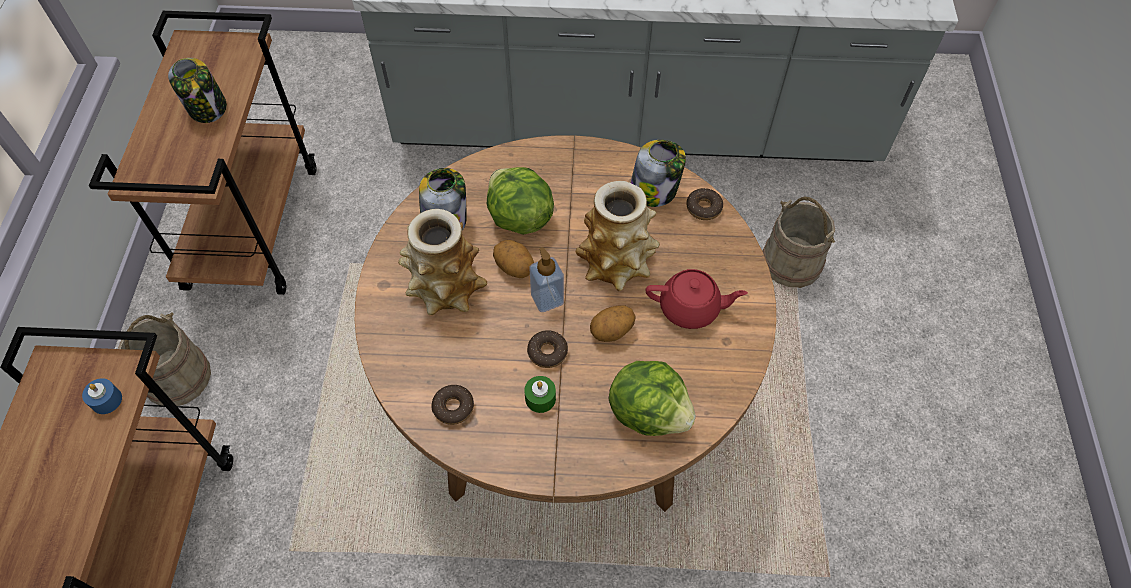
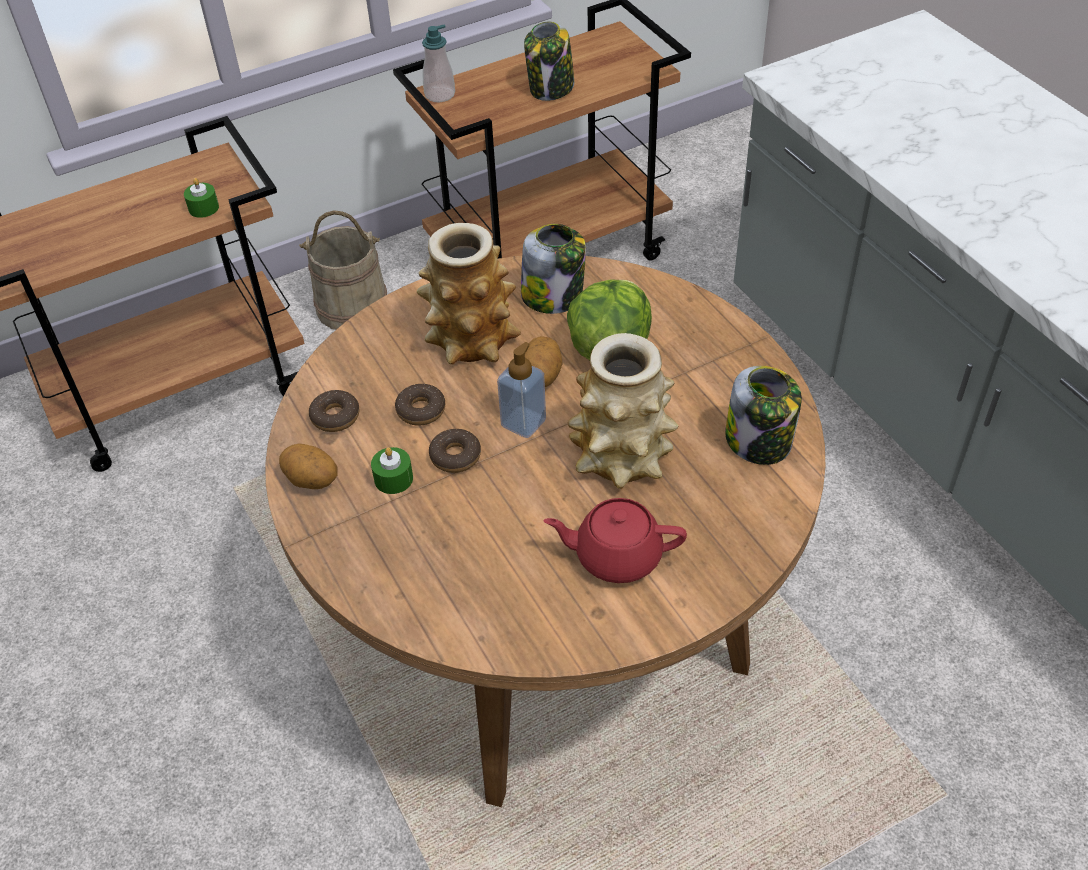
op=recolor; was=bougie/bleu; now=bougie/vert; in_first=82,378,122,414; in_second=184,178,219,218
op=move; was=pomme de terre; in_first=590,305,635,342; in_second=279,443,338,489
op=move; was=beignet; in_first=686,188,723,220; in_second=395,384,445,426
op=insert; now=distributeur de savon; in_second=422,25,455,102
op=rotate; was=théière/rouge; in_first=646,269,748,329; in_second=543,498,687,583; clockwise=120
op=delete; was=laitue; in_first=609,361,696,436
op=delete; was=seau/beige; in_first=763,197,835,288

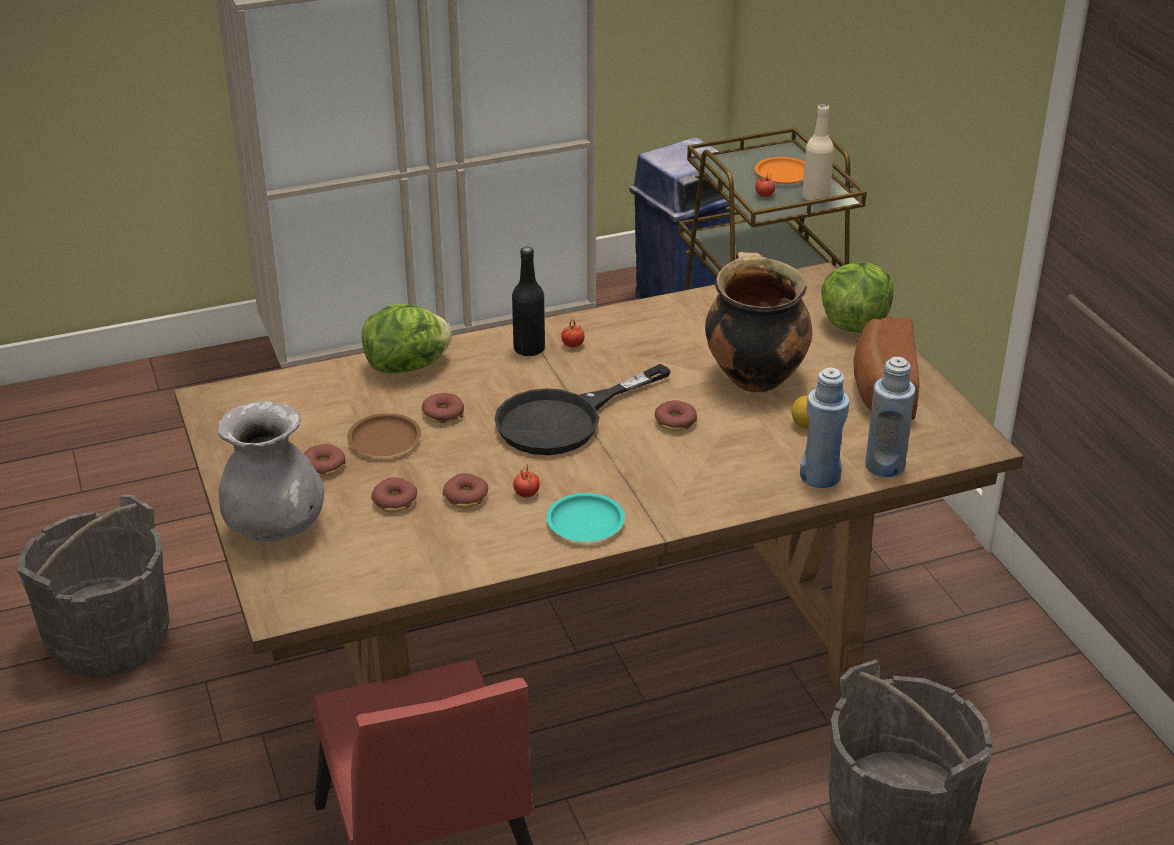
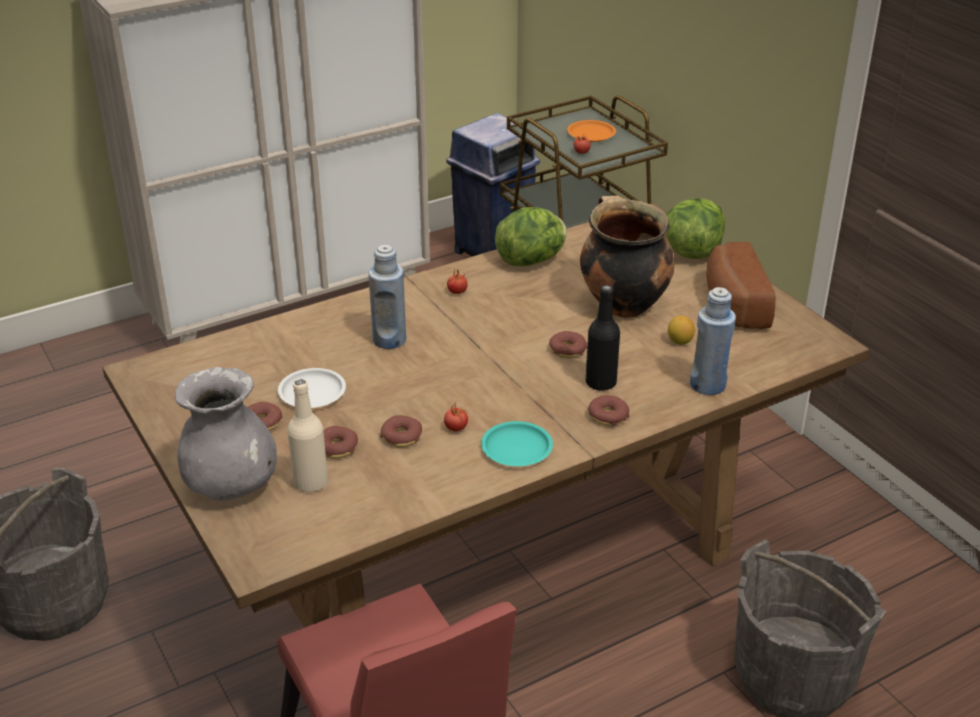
op=recolor; was=assiette/marron; now=assiette/blanc; in_first=347,413,421,456; in_second=278,368,346,408
op=move; was=bouteille/beige; in_first=802,104,834,201; in_second=287,379,328,492
op=move; was=bouteille/bleu; in_first=865,357,916,477; in_second=368,245,406,349
op=move; was=laitue; in_first=362,304,452,373; in_second=495,207,567,266
op=move; was=bouteille/noir; in_first=512,247,545,357; in_second=586,285,620,391
op=move; was=beignet; in_first=422,393,464,423; in_second=588,395,629,426
op=delete; was=poêle/noir; in_first=494,364,671,455

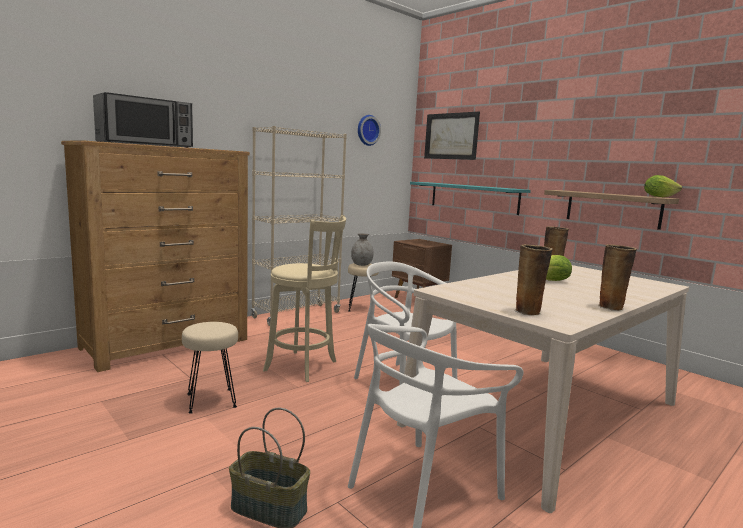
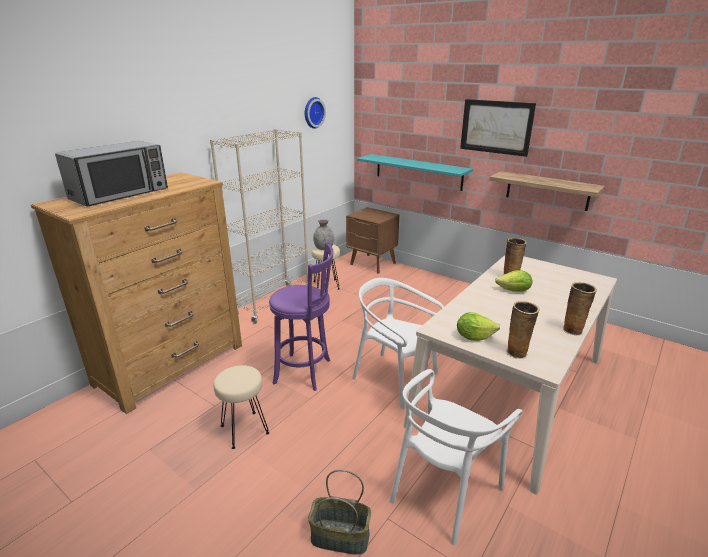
op=recolor; was=tabouret/beige; now=tabouret/violet; in_first=263,215,346,382; in_second=269,242,334,391
op=move; was=laitue; in_first=644,175,682,197; in_second=457,312,500,341
op=move; was=tableau; in_first=424,112,480,160; in_second=460,99,536,157

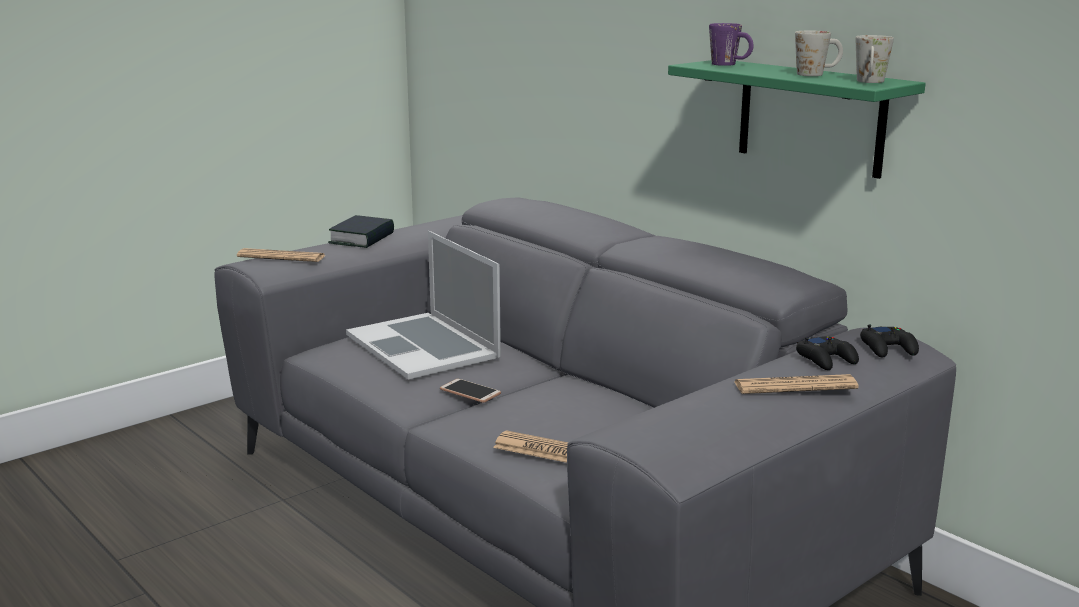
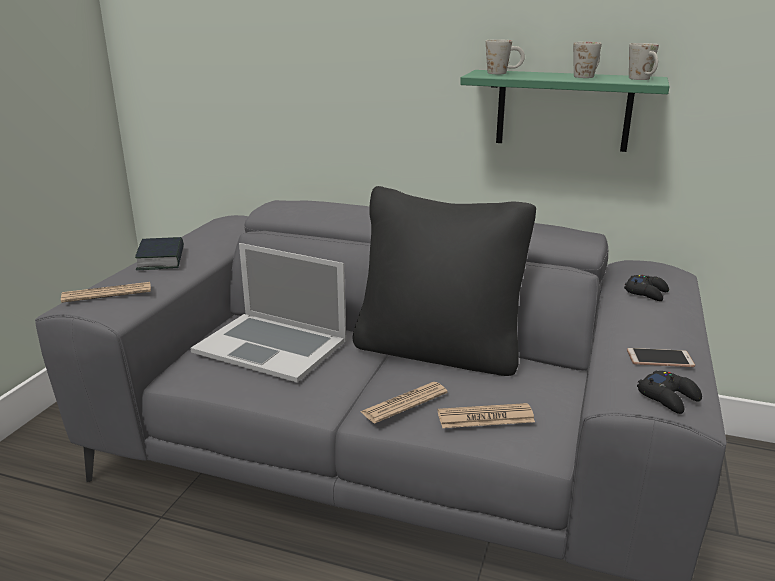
op=insert; now=coussin/noir; in_second=353,186,536,376
op=move; was=journal; in_first=733,374,859,394; in_second=360,382,448,423
op=recolor; was=mug/violet; now=mug/blanc; in_first=709,23,754,66; in_second=486,39,525,74
op=move; was=téléphone; in_first=440,379,501,403; in_second=627,348,695,367
op=move; was=manette/noir; in_first=860,325,919,358; in_second=637,370,702,414

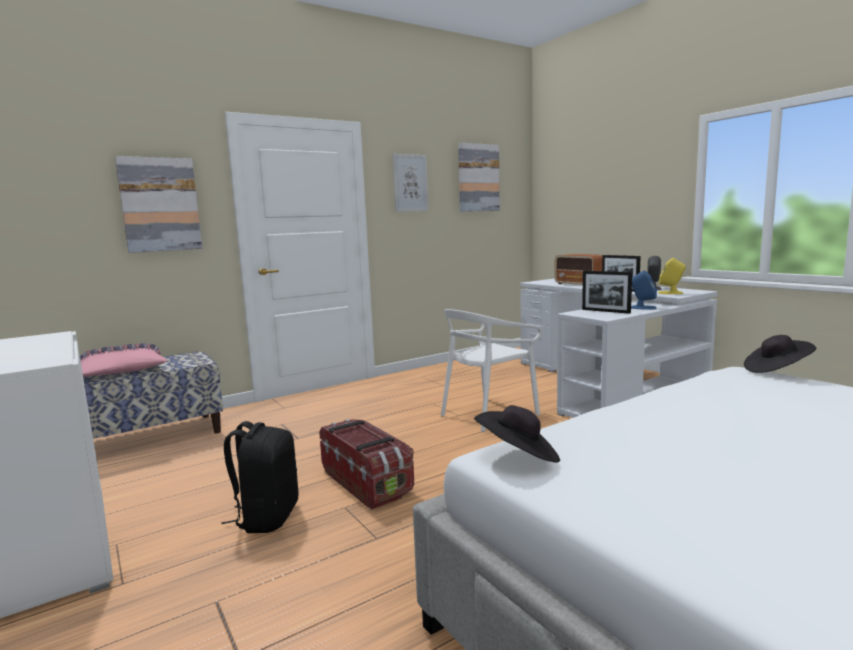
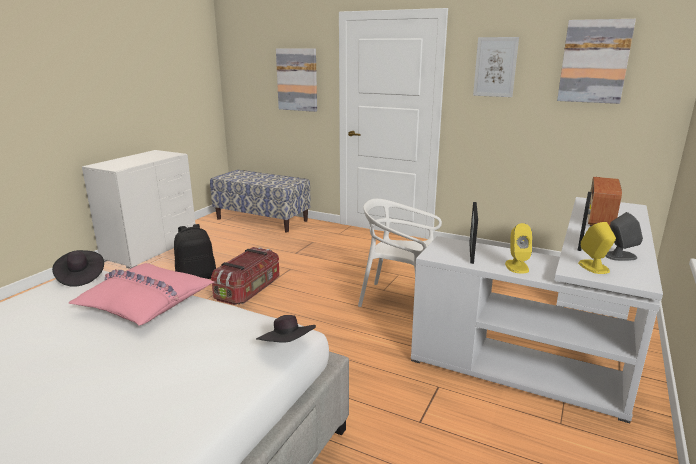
op=move; was=coussin/rose; in_first=80,343,167,377; in_second=69,263,214,326
op=recolor; was=enceinte/bleu; now=enceinte/jaune; in_first=631,270,657,310; in_second=505,223,532,273

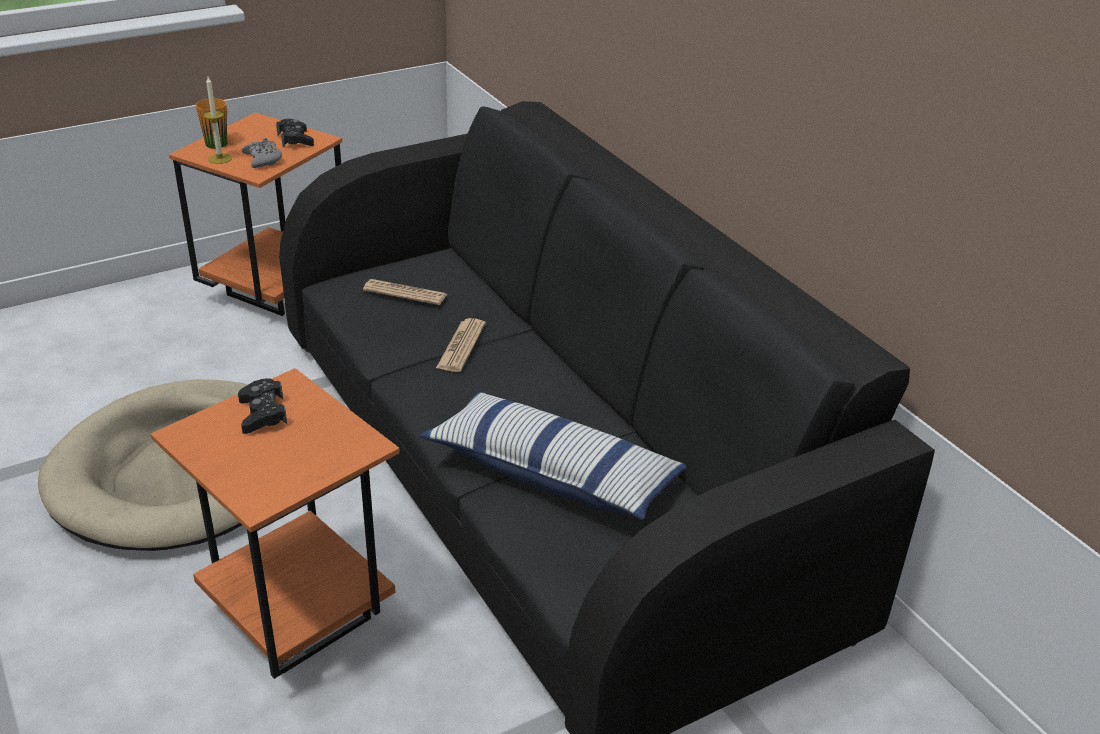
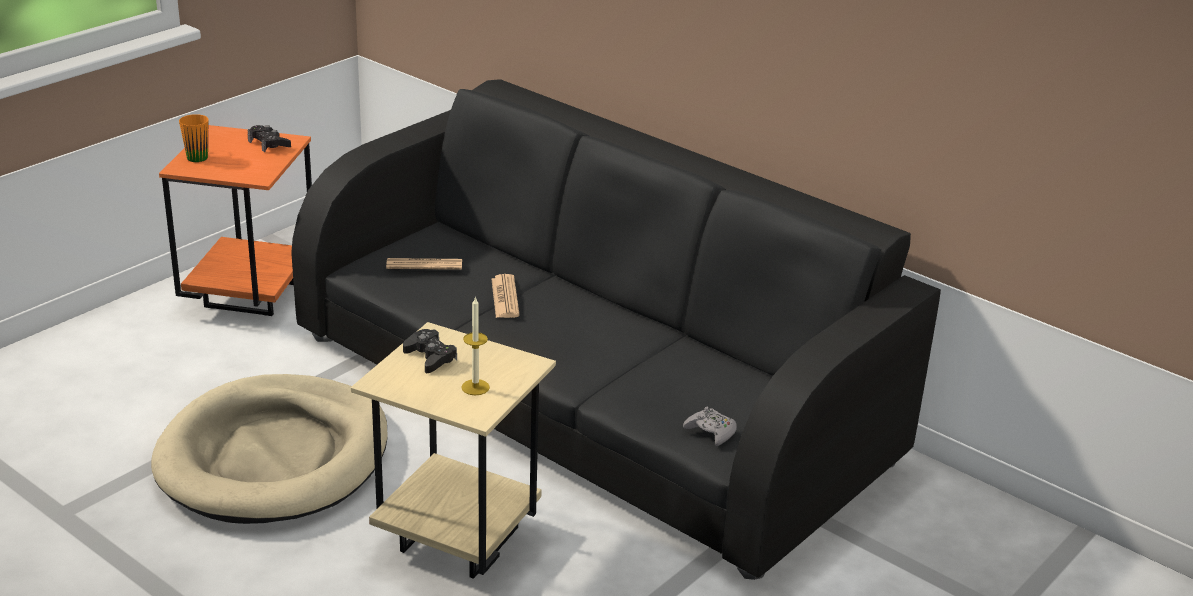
op=recolor; was=table d'appoint/orange; now=table d'appoint/beige; in_first=151,368,400,679; in_second=351,322,556,579
op=move; was=bougie; in_first=203,77,232,164; in_second=461,296,490,395
op=move; was=manette/gris; in_first=242,138,282,168; in_second=683,407,737,446
op=delete; was=coussin; in_first=419,392,687,520

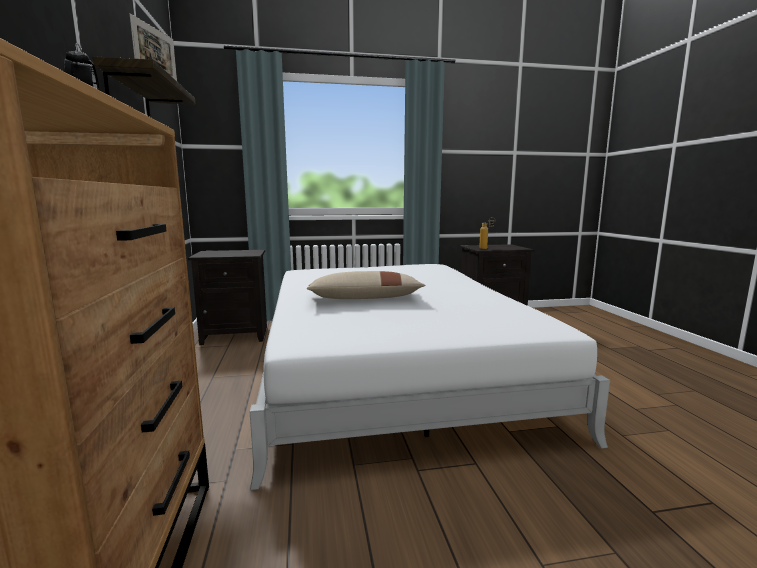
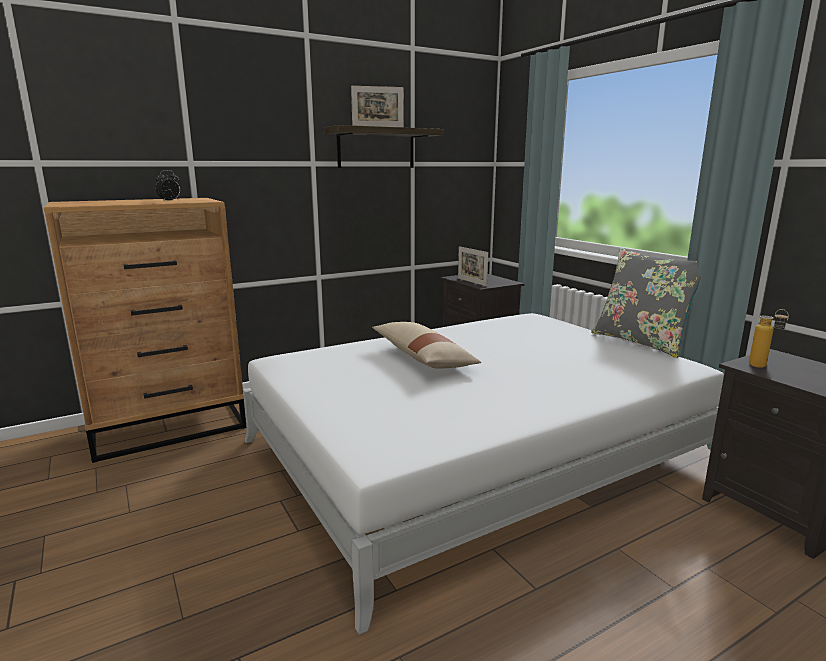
op=insert; now=cadre photo; in_second=458,246,488,286
op=insert; now=coussin/gris; in_second=591,248,701,358

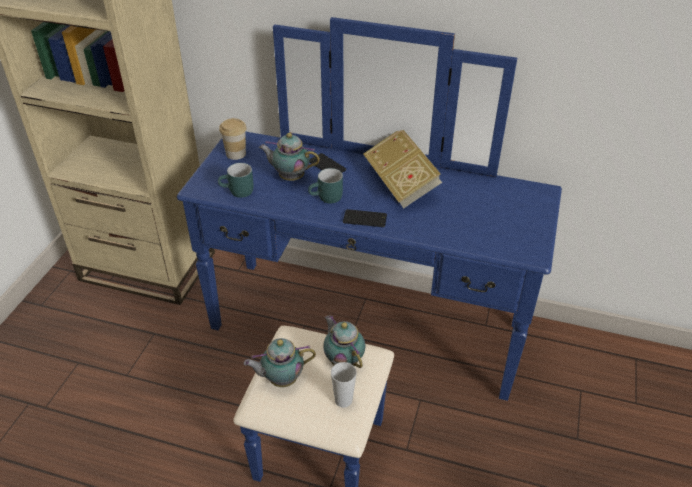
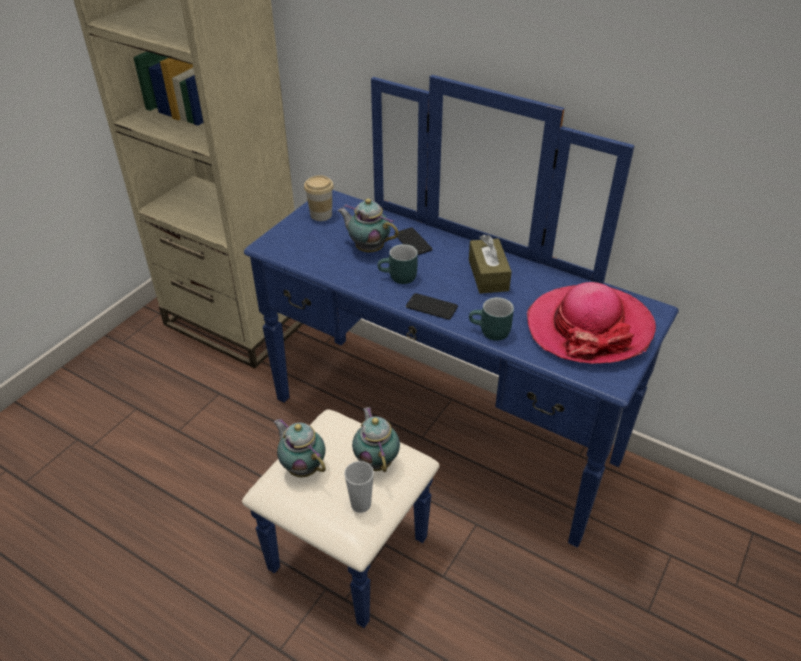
op=rotate; was=théière; in_first=244,338,316,387; in_second=273,418,326,477; clockwise=45
op=replace; was=livre; now=boîte à mouchoirs/marron; in_first=363,130,442,208; in_second=469,235,512,294
op=move; was=mug/turquoise; in_first=218,163,254,198; in_second=469,297,514,341
op=insert; now=chapeau; in_second=527,282,656,364

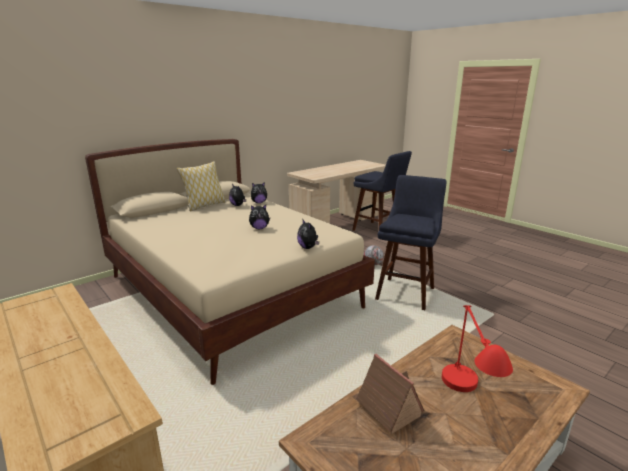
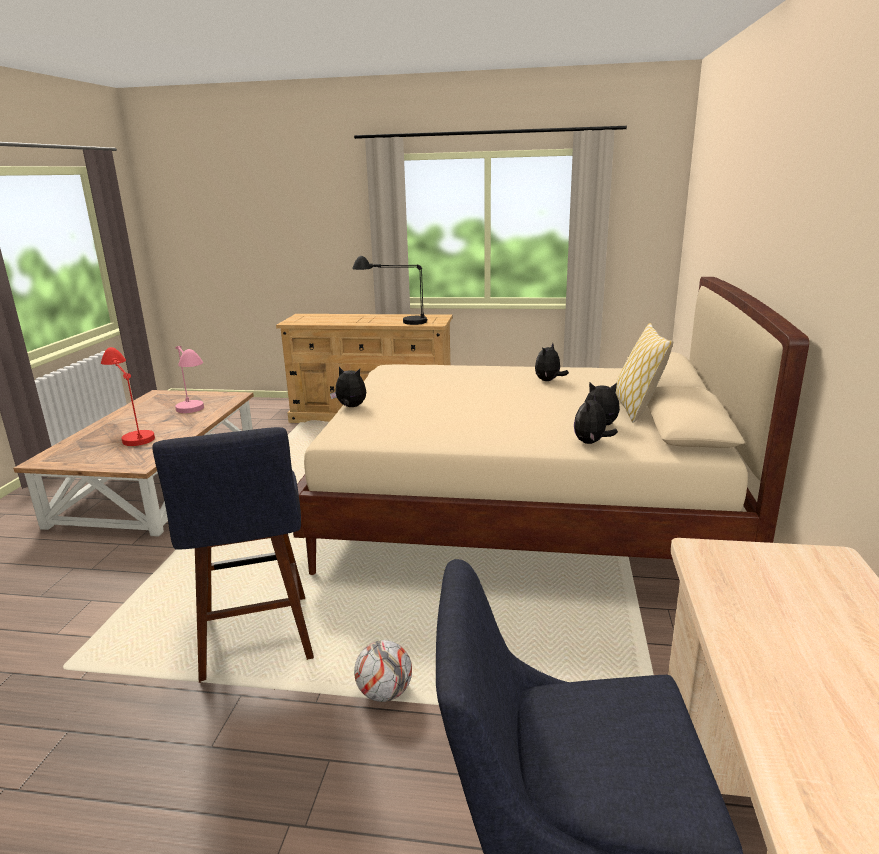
op=replace; was=maison miniature; now=lampe de table/rose; in_first=352,354,425,434; in_second=175,346,204,413
op=insert; now=lampe de table/noir; in_second=352,256,427,325
op=move; was=peluche; in_first=249,205,270,229; in_second=535,343,569,381

